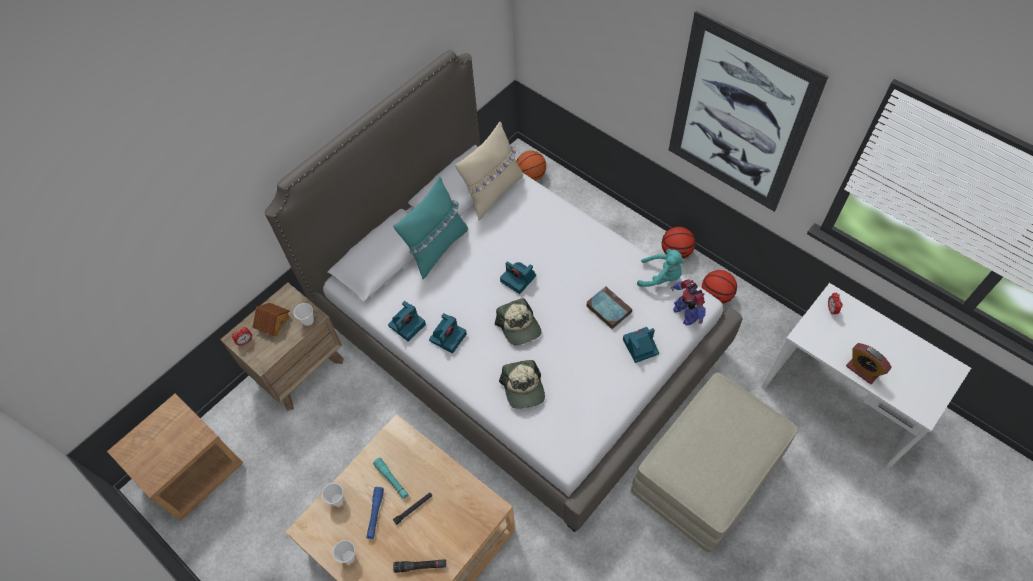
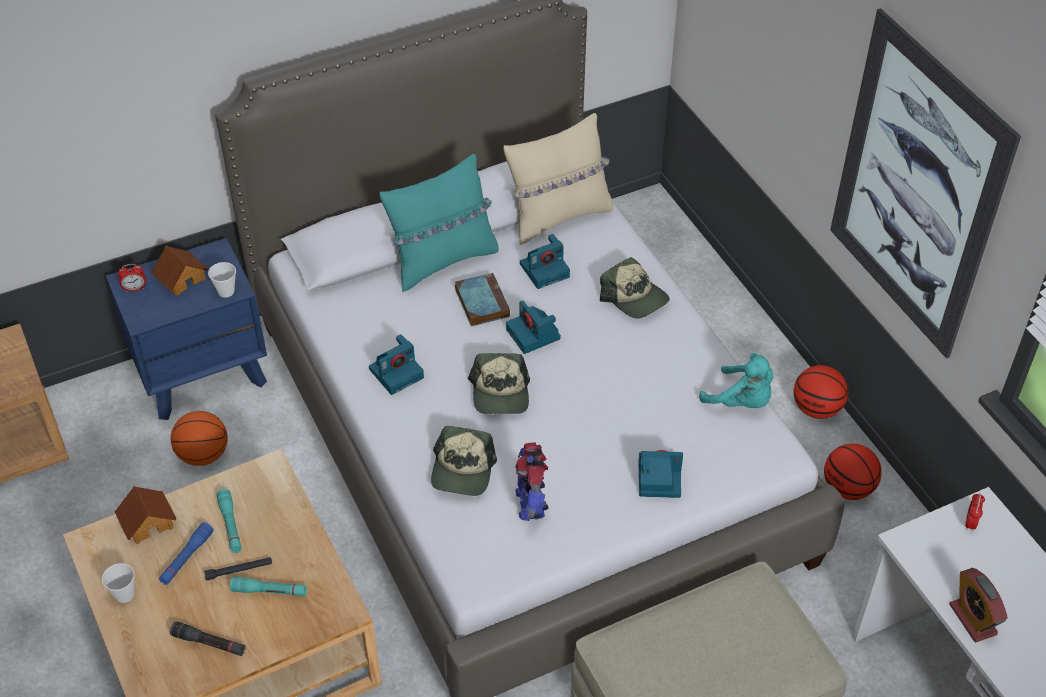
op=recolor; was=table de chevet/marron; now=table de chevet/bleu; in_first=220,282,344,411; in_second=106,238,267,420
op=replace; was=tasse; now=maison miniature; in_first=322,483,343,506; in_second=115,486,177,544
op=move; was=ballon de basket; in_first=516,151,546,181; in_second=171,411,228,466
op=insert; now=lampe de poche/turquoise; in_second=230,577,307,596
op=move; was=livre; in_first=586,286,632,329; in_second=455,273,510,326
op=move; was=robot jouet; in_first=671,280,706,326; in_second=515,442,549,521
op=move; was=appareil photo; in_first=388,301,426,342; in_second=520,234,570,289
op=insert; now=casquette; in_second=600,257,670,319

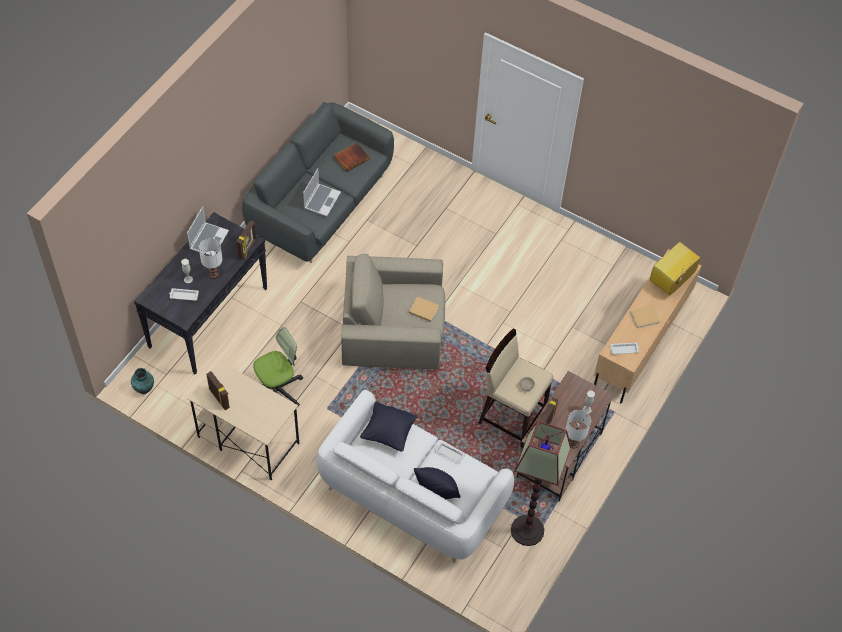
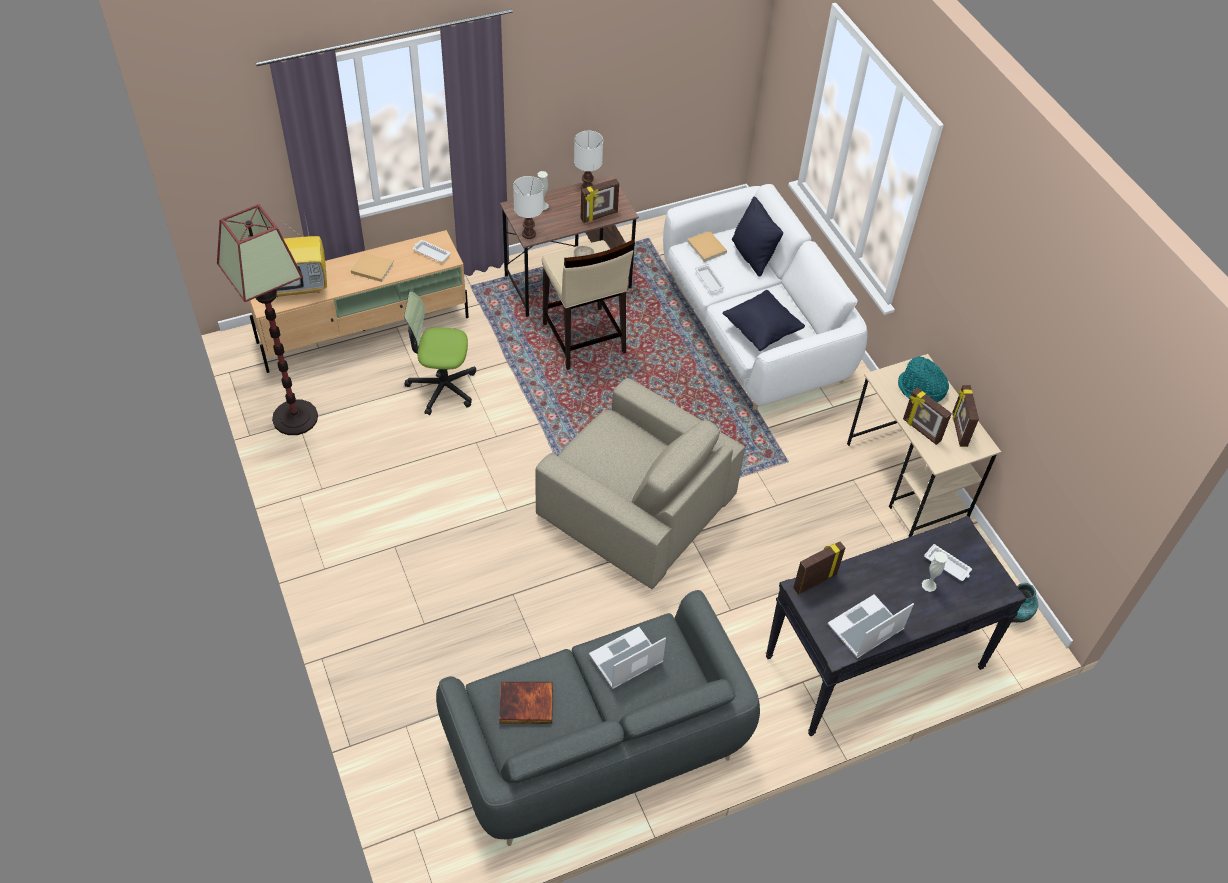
op=move; was=lampadaire; in_first=511,421,571,546; in_second=217,204,318,435
op=move; was=chaise de bureau; in_first=253,327,303,406; in_second=404,292,476,415
op=move; was=lampe de table/blanc; in_first=199,238,223,279; in_second=513,176,543,239
op=move; was=livre/beige; in_first=409,297,439,322; in_second=687,231,727,262
op=insert; now=chapeau/turquoise; in_second=898,356,949,402
op=insert; now=cadre photo; in_second=903,387,952,445

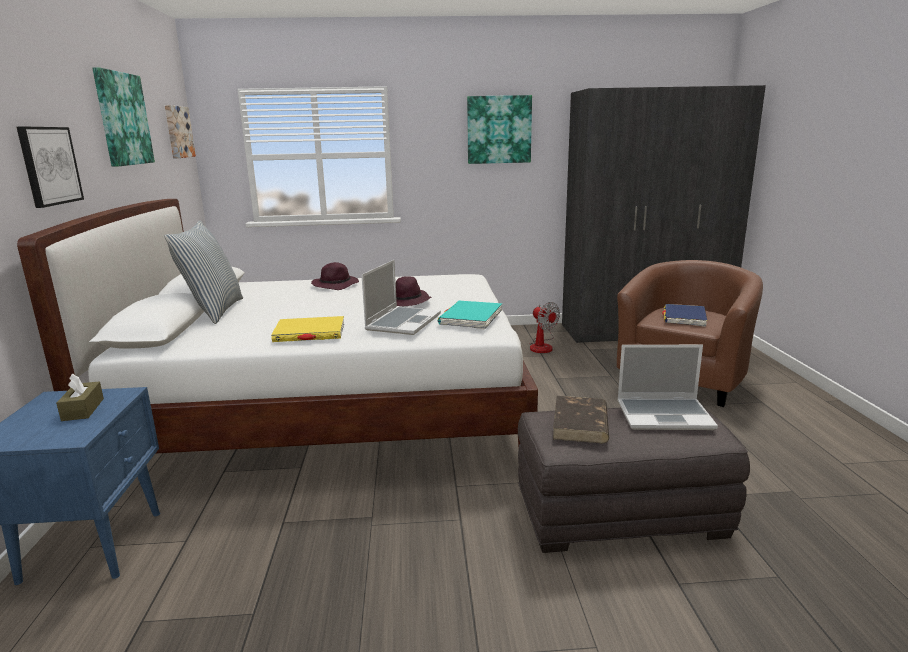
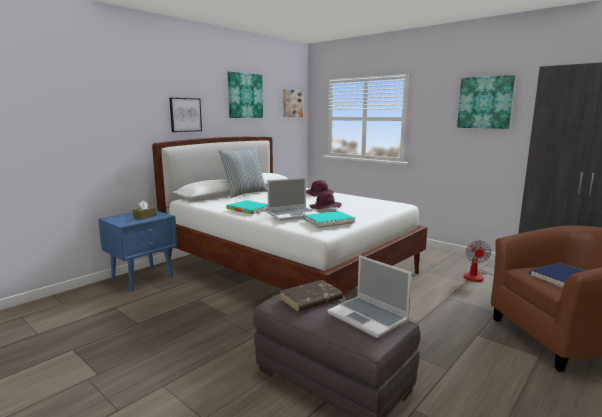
op=recolor; was=livre/jaune; now=livre/turquoise; in_first=271,316,344,342; in_second=226,200,268,214

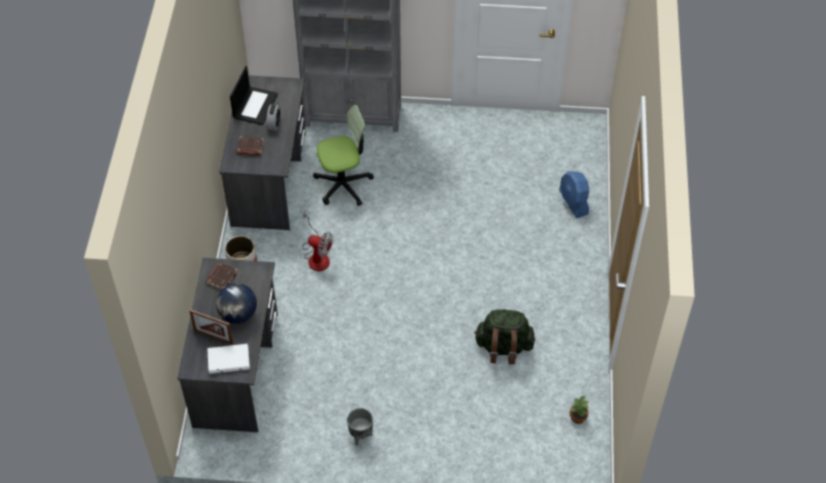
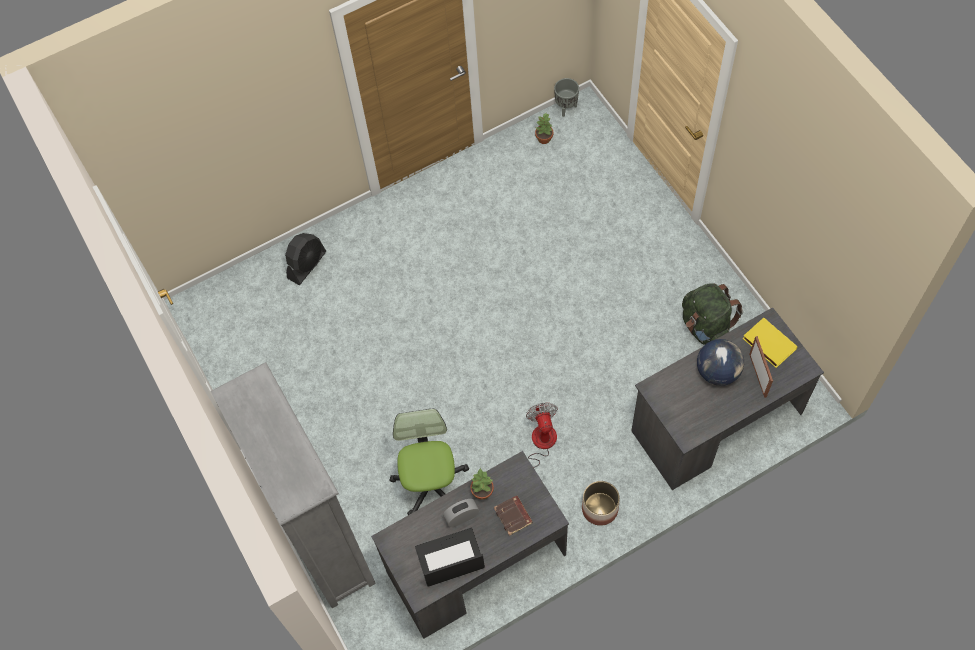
op=recolor; was=ventilateur/bleu; now=ventilateur/noir; in_first=559,171,589,218; in_second=285,233,326,285
op=rotate; was=chaise de bureau; in_first=313,105,374,206; in_second=390,409,469,515; clockwise=45
op=insert; now=plante en pot; in_second=470,468,494,500
op=move; was=cache-pot/gris; in_first=347,408,373,446; in_second=554,78,579,117
op=move; was=sac à dos/vert; in_first=474,309,535,364; in_second=682,283,743,345
op=recolor; was=livre/blanc; now=livre/jaune; in_first=207,344,250,374; in_second=742,317,798,368
op=delete; was=livre/marron; in_first=206,262,238,289

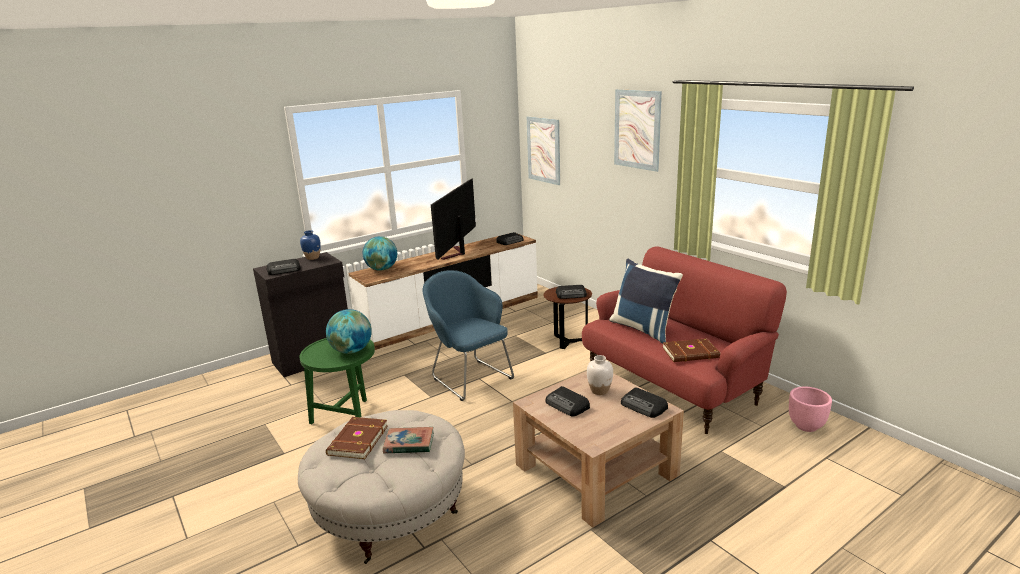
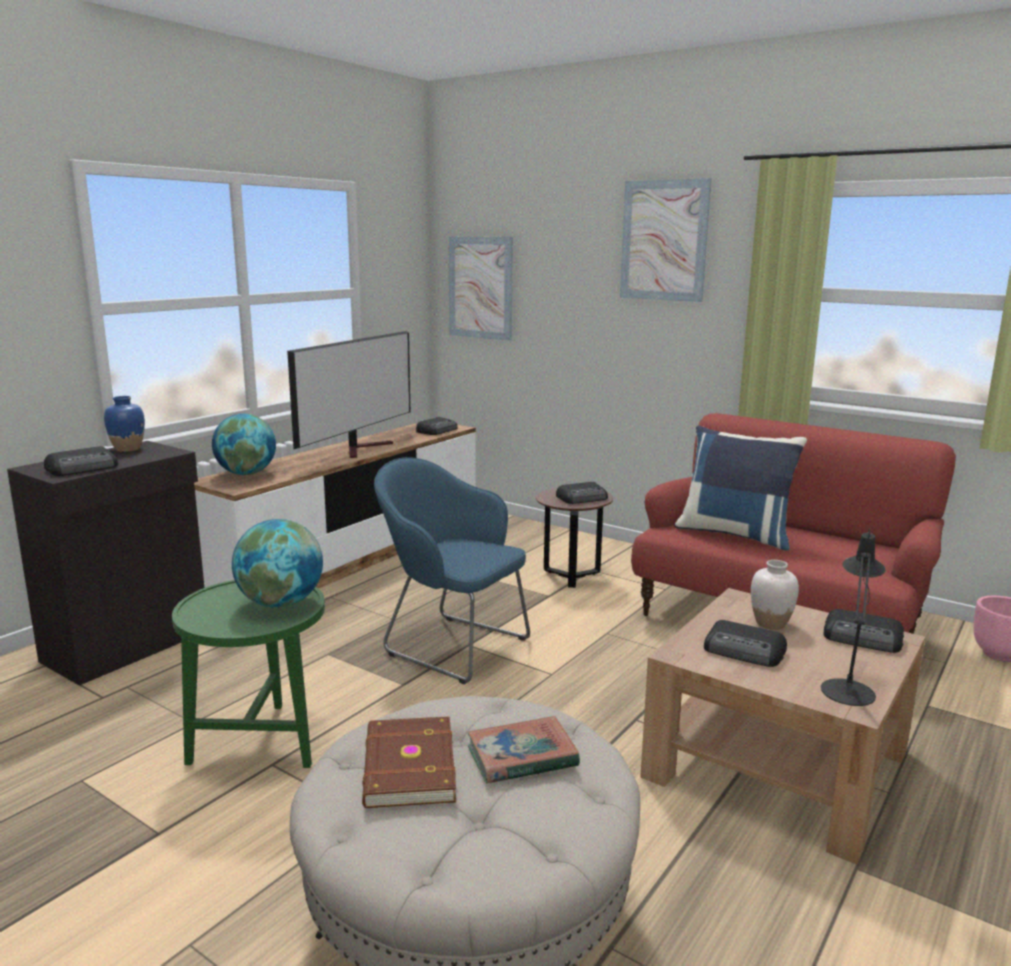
op=rotate; was=téléviseur; in_first=431,178,476,260; in_second=287,331,410,458; clockwise=-150
op=insert; now=lampe de table/noir; in_second=821,528,886,706
op=delete; was=livre/marron; in_first=663,338,720,362

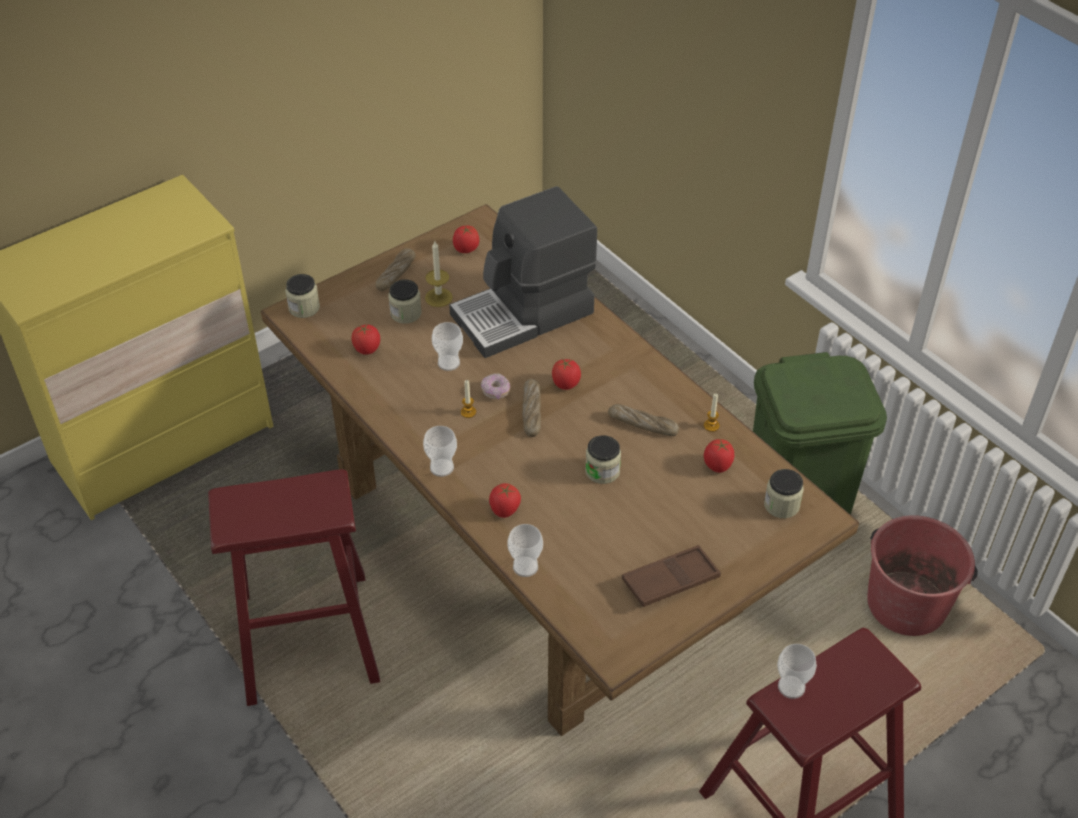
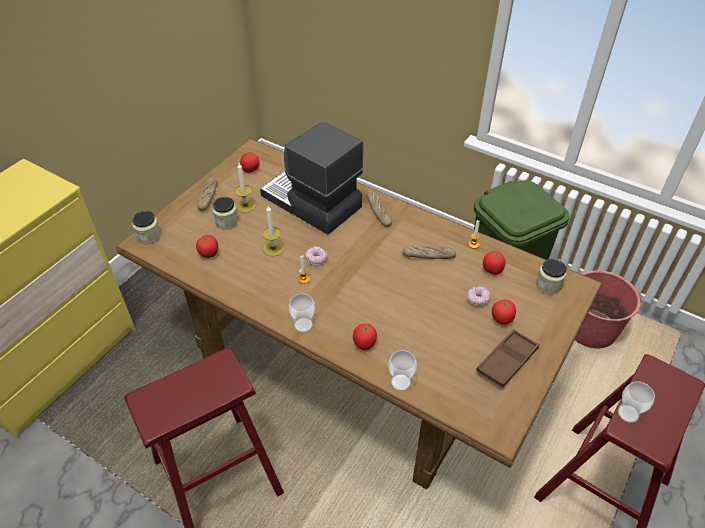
op=rotate; was=machine à café; in_first=449,186,597,358; in_second=260,122,363,235; clockwise=90
op=replace; was=tasse; now=bougie; in_first=432,322,463,371; in_second=262,206,285,256
op=move; was=pain; in_first=522,379,541,437; in_second=367,191,392,227
op=insert; now=beignet; in_second=467,286,490,306
op=move; was=tomate; in_first=552,358,581,390; in_second=492,299,516,325
op=delete; was=bocal; in_first=585,435,621,484

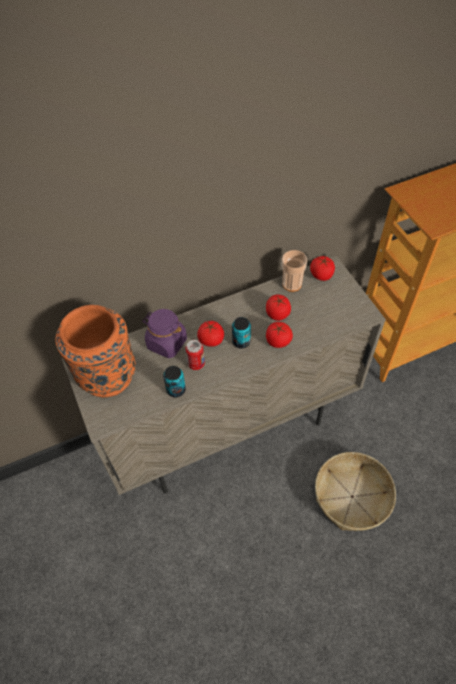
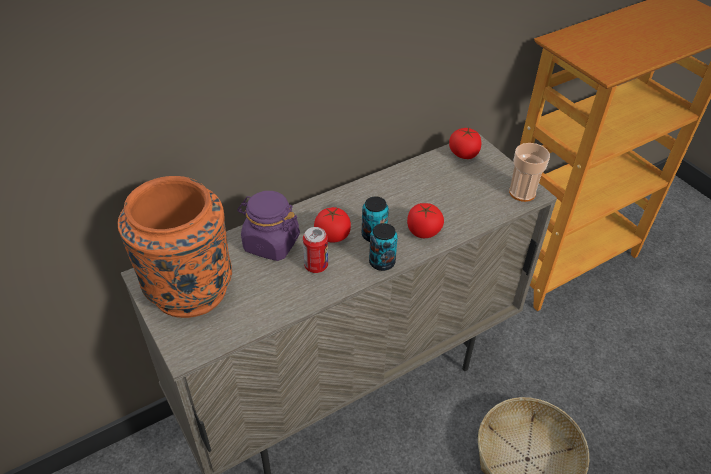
op=move; was=boîte métallique; in_first=163,366,186,398; in_second=369,223,398,271
op=move; was=tasse; in_first=282,250,307,292; in_second=509,143,550,202
op=delete; was=tomate; in_first=266,295,291,321

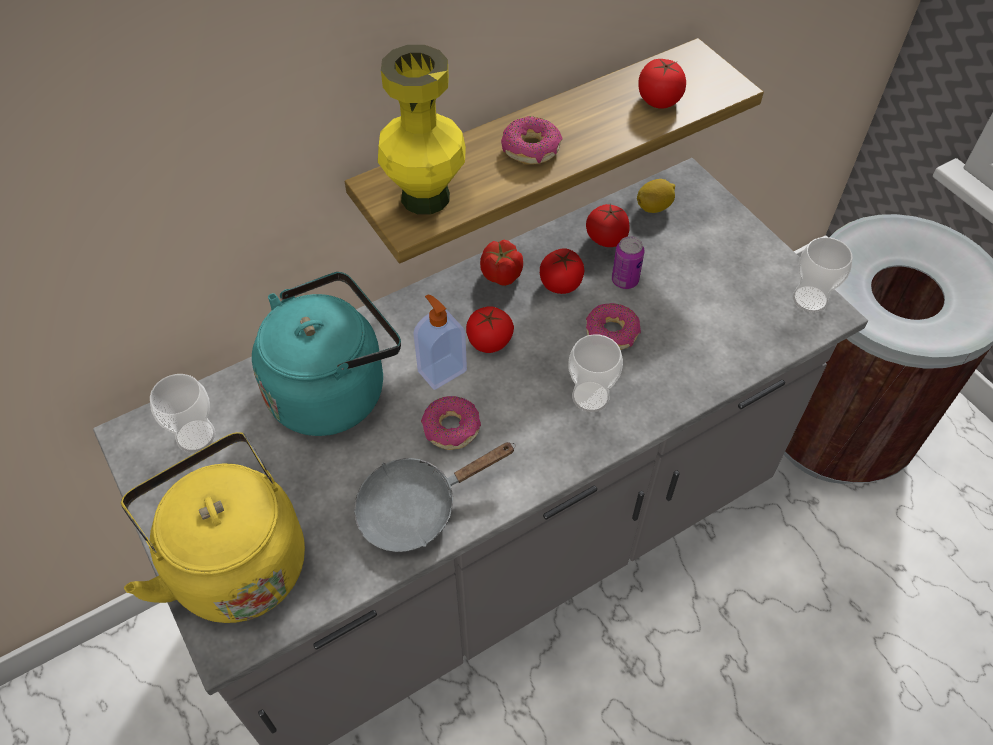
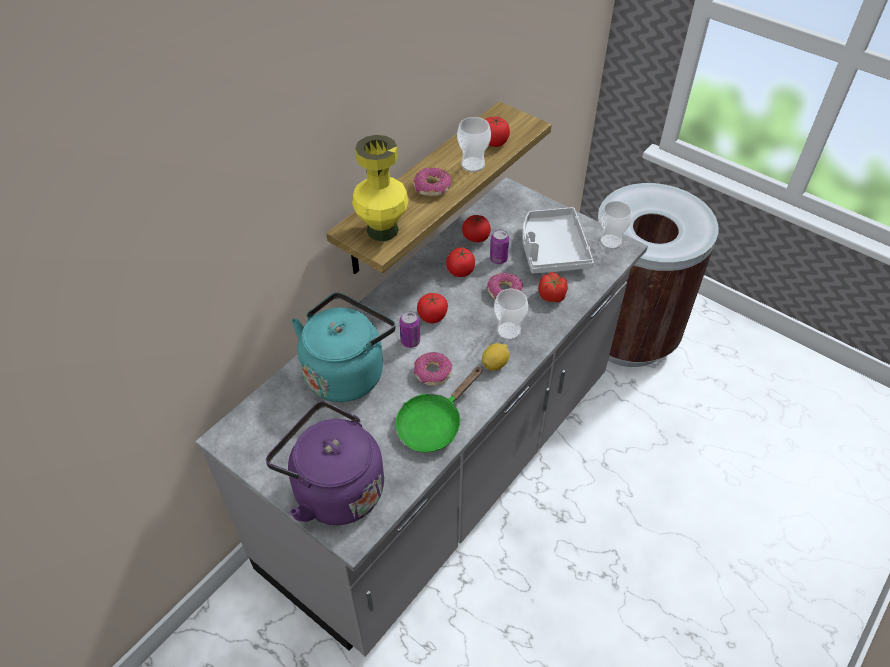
op=recolor; was=bouilloire/jaune; now=bouilloire/violet; in_first=121,432,305,623; in_second=266,401,384,525
op=recolor; was=poêle/gris; now=poêle/vert; in_first=354,442,516,552; in_second=395,367,483,452
op=replace; was=distributeur de savon; now=boîte métallique; in_first=413,294,467,390; in_second=400,311,420,348
op=move; was=tasse; in_first=150,374,215,452; in_second=457,117,491,172
op=move; was=citron; in_first=637,179,675,213; in_second=482,343,510,371
op=insert; now=plateau/gris; in_second=522,207,594,274
op=move; was=tomate; in_first=480,239,523,286; in_second=539,272,568,303

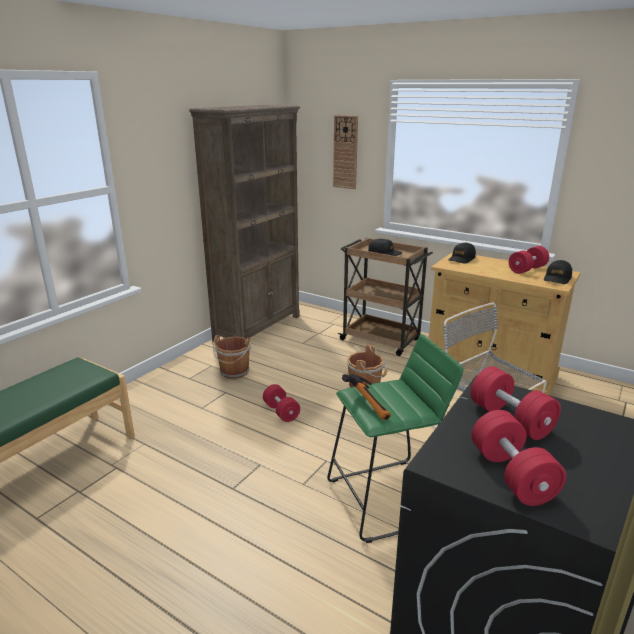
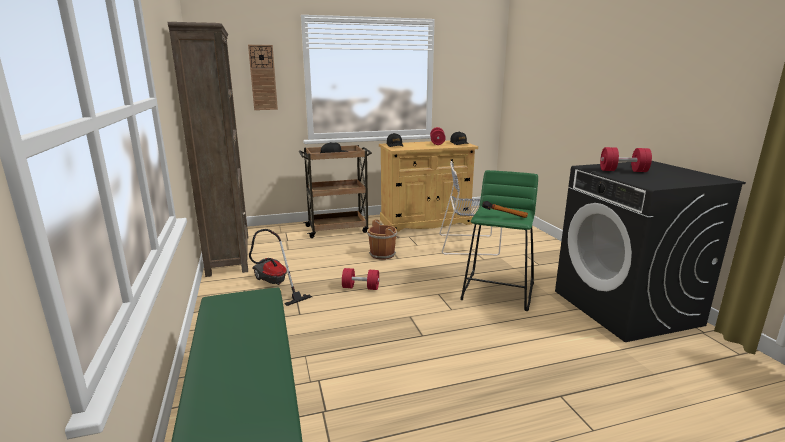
op=replace; was=seau/marron; now=aspirateur; in_first=213,335,251,379; in_second=249,229,312,306
op=delete; was=haltère/rouge; in_first=472,410,566,506

